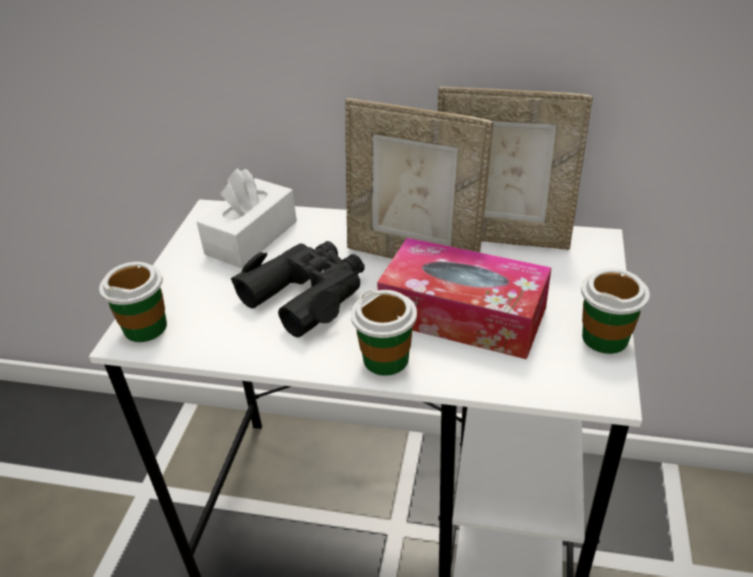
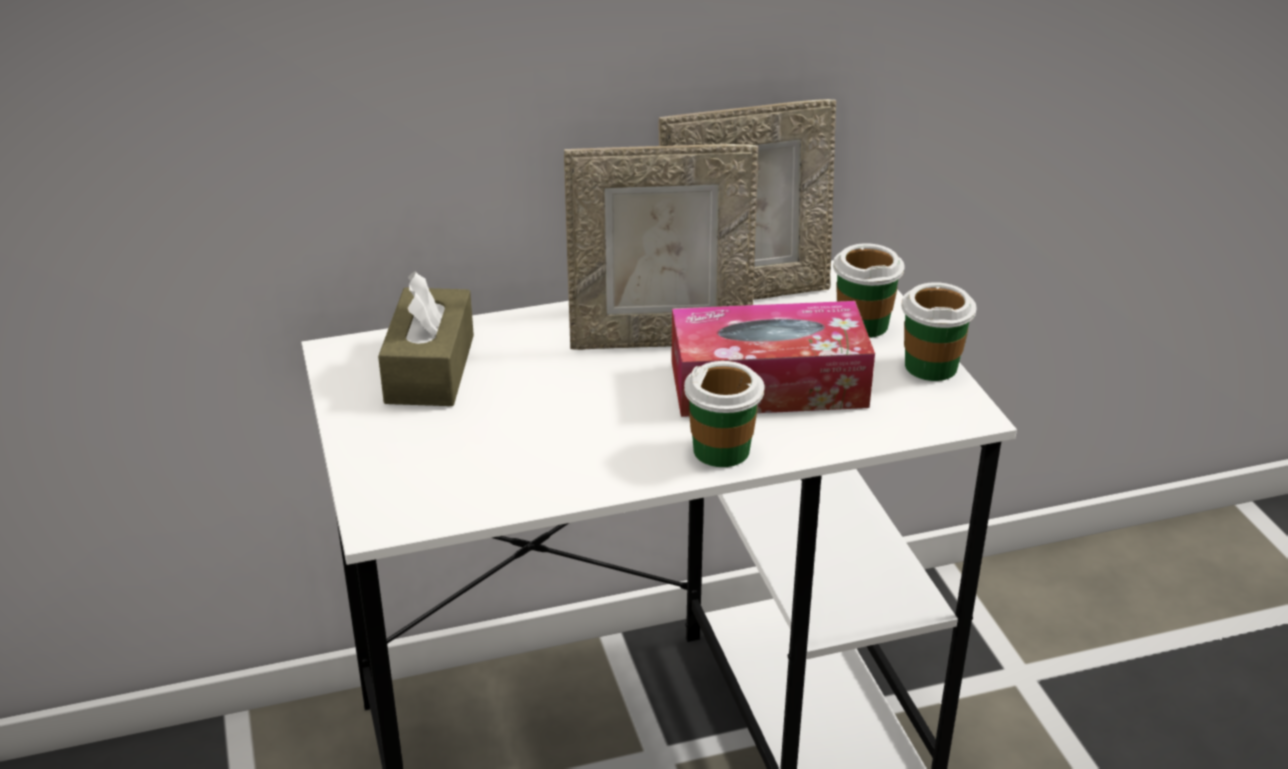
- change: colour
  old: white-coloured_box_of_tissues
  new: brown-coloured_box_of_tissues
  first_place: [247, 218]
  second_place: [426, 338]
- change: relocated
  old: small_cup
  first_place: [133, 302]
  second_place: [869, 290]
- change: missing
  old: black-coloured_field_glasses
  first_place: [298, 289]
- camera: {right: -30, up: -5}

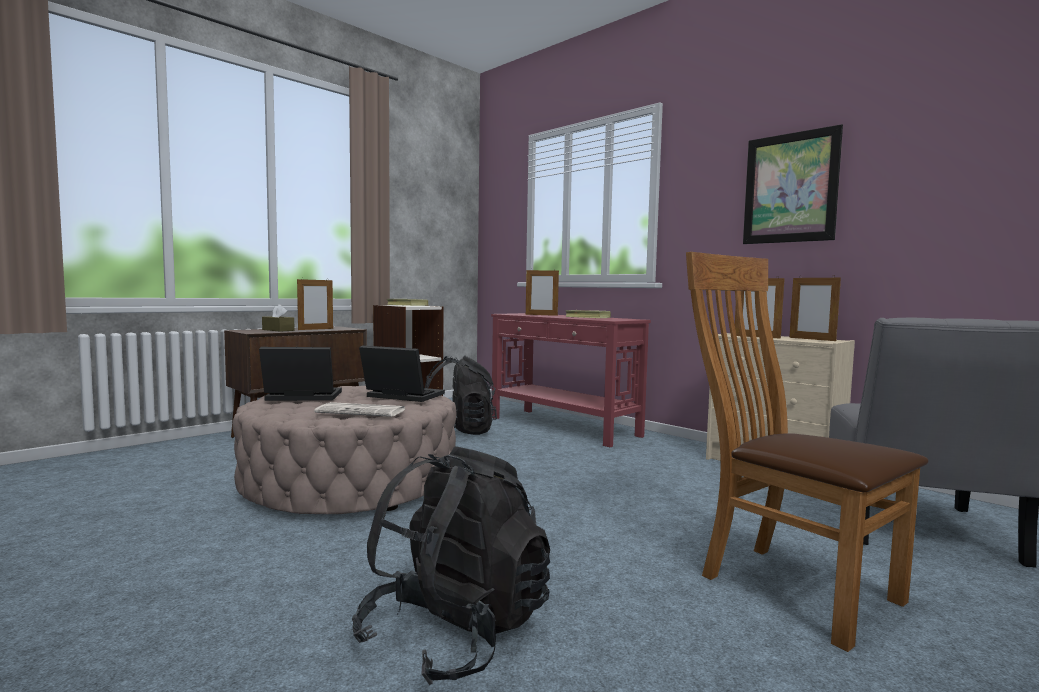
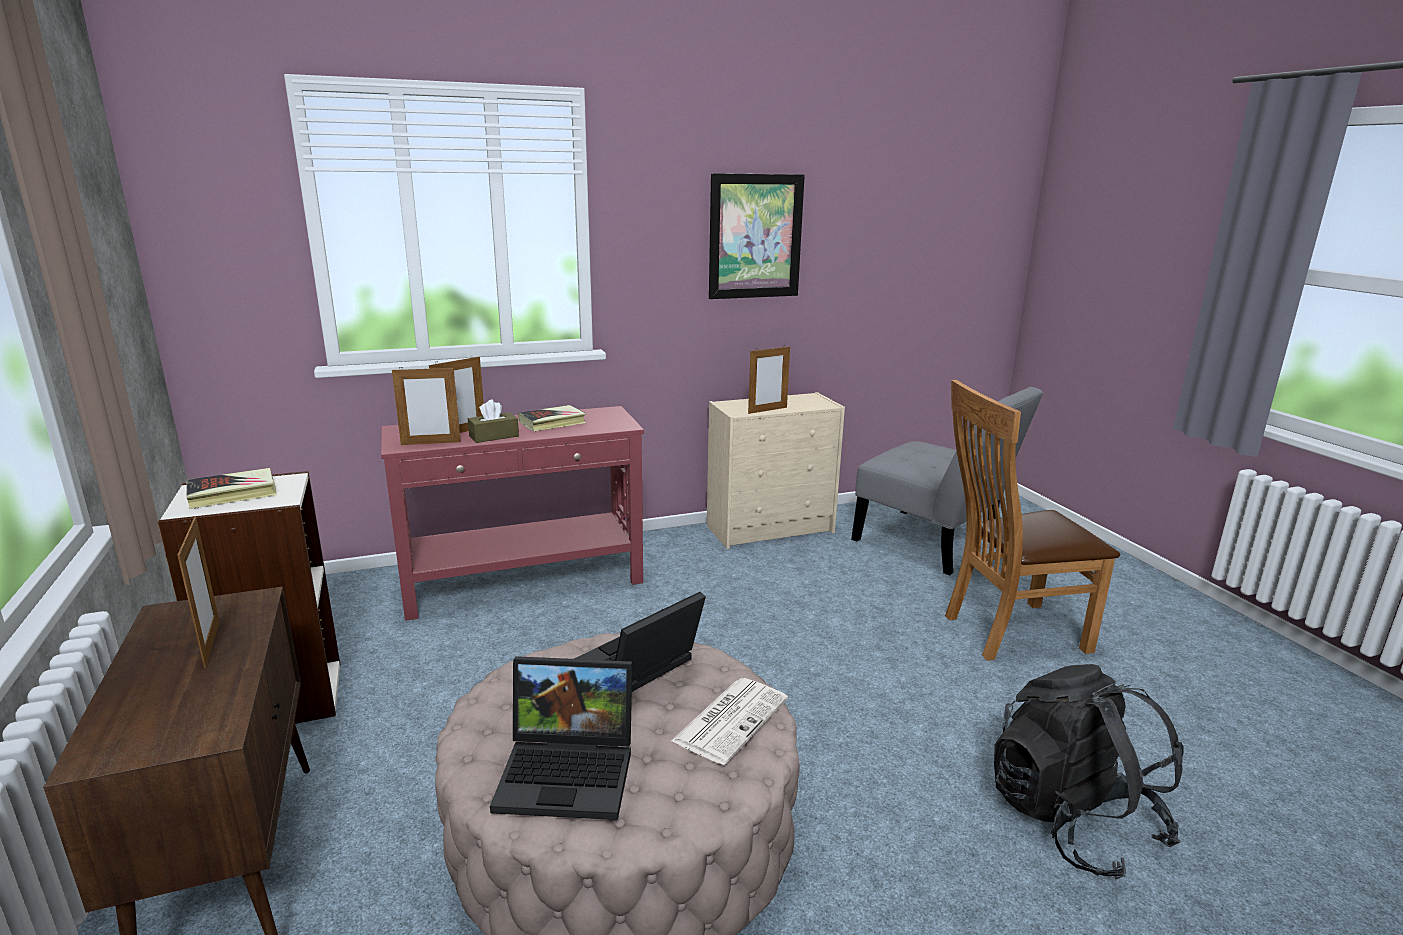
- change: relocated
  old: photo_frame
  first_place: [815, 308]
  second_place: [426, 405]
- change: relocated
  old: brown-coloured_box_of_tissues
  first_place: [278, 318]
  second_place: [493, 421]
- change: spun
  old: portable_computer
  first_place: [300, 374]
  second_place: [561, 738]
  degrees: -105
- change: missing
  old: black-coloured_rucksack
  first_place: [461, 395]
- camera: {right: -65, up: 15}

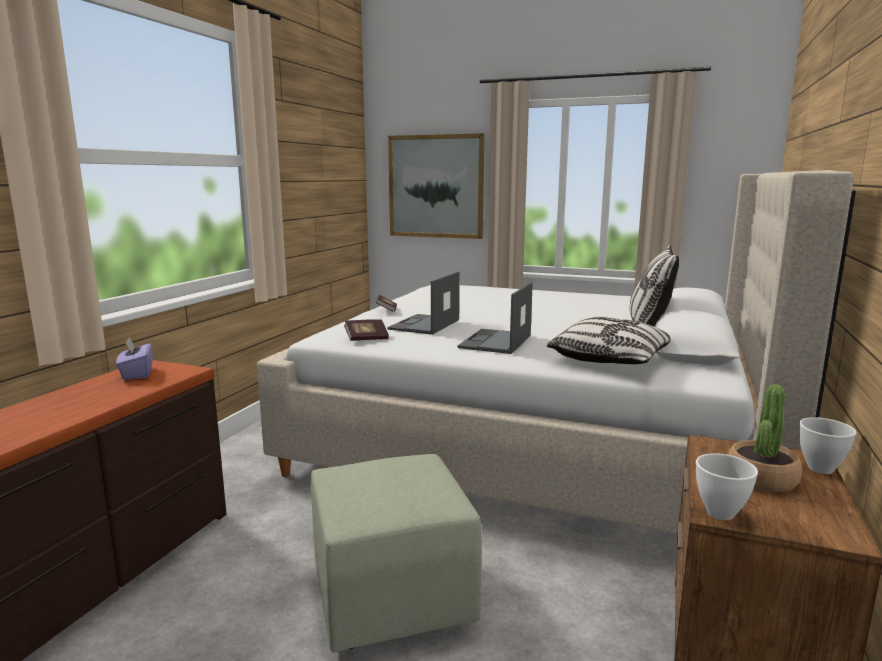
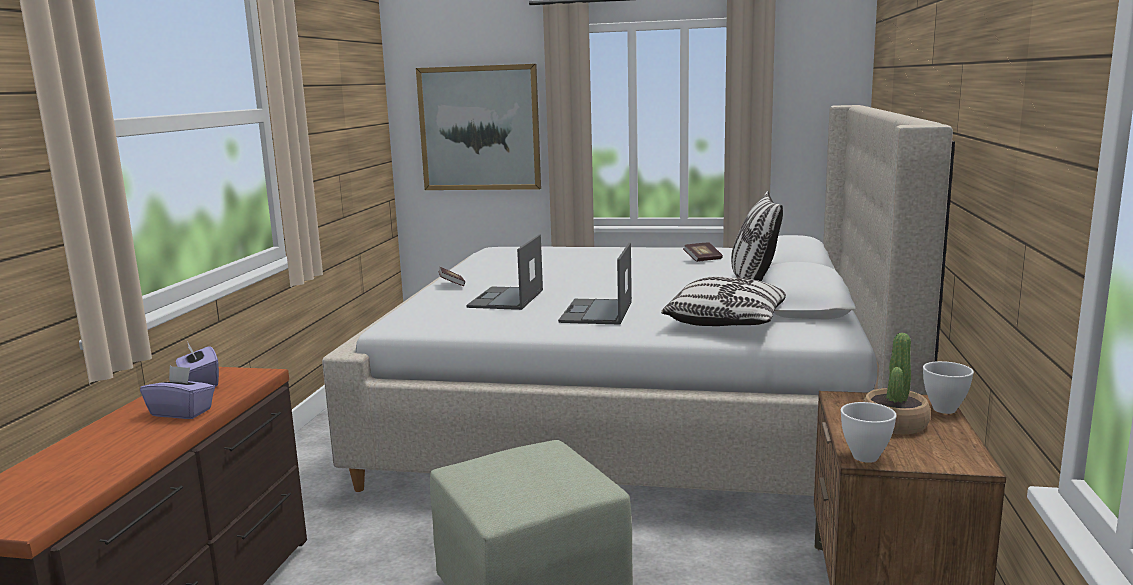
- change: appeared
  new: purple_box_of_tissues
  second_place: [177, 392]
- change: relocated
  old: book
  first_place: [366, 330]
  second_place: [703, 252]
- camera: {right: -10, up: 0}

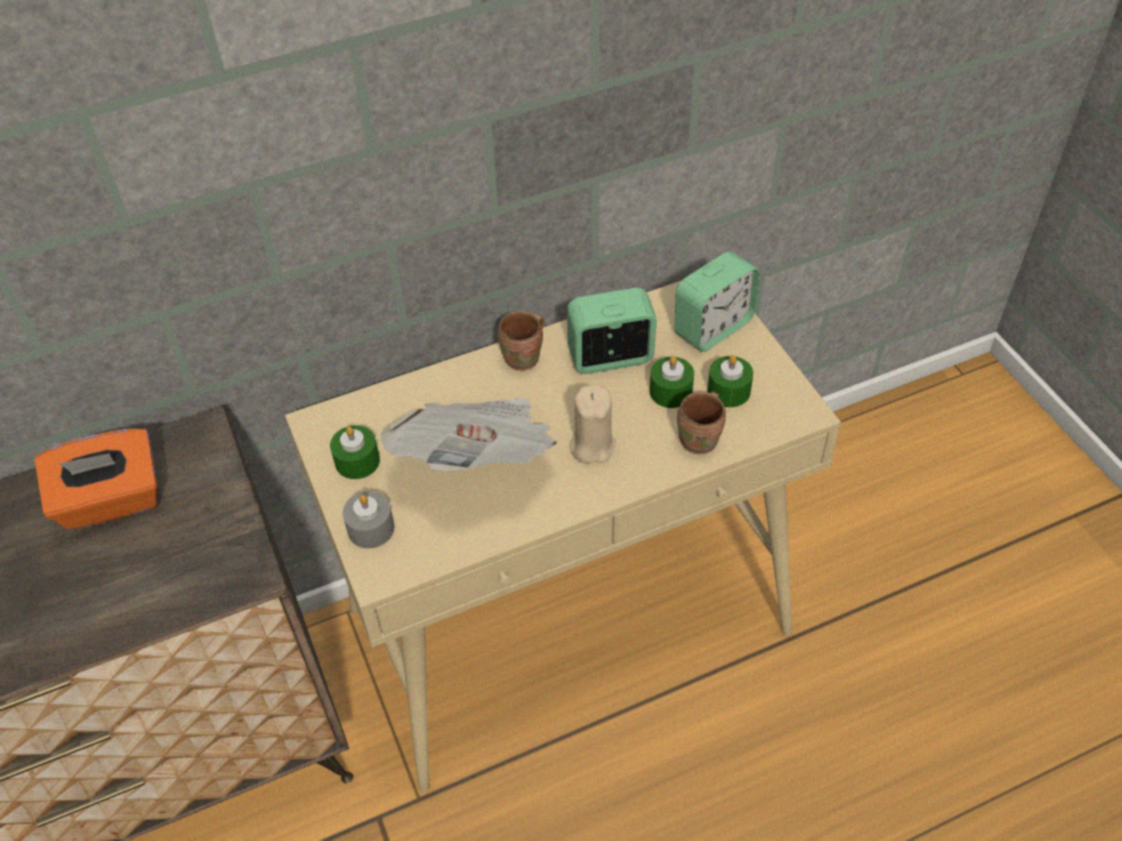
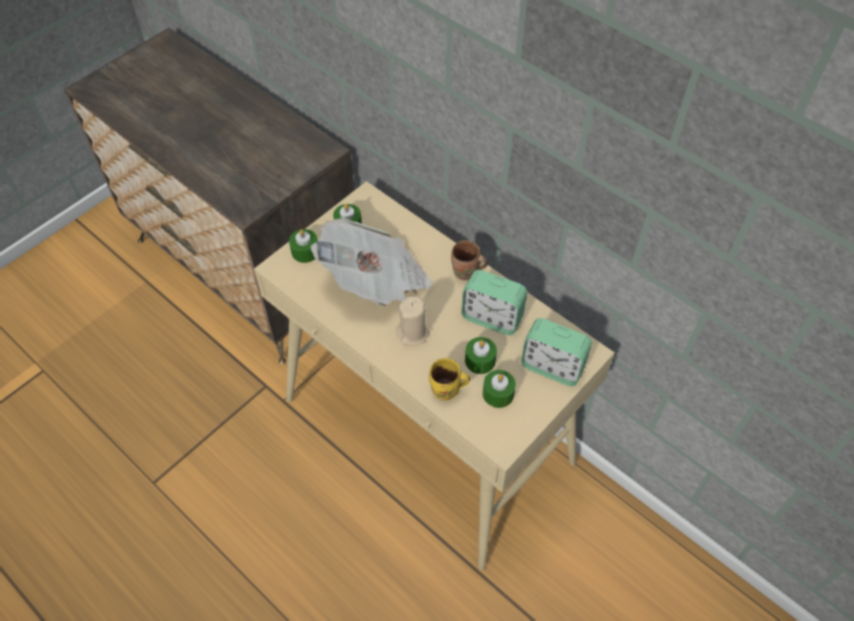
- change: colour
  old: gray_wax_candle
  new: green_wax_candle
  first_place: [369, 520]
  second_place: [303, 246]
- change: colour
  old: brown-coloured_tea_mug
  new: yellow_tea_mug
  first_place: [701, 422]
  second_place: [449, 379]
- change: spun
  old: bedside_clock
  first_place: [612, 331]
  second_place: [494, 302]
  degrees: 150
- change: missing
  old: orange_box_of_tissues
  first_place: [95, 479]
- camera: {right: 65, up: 5}

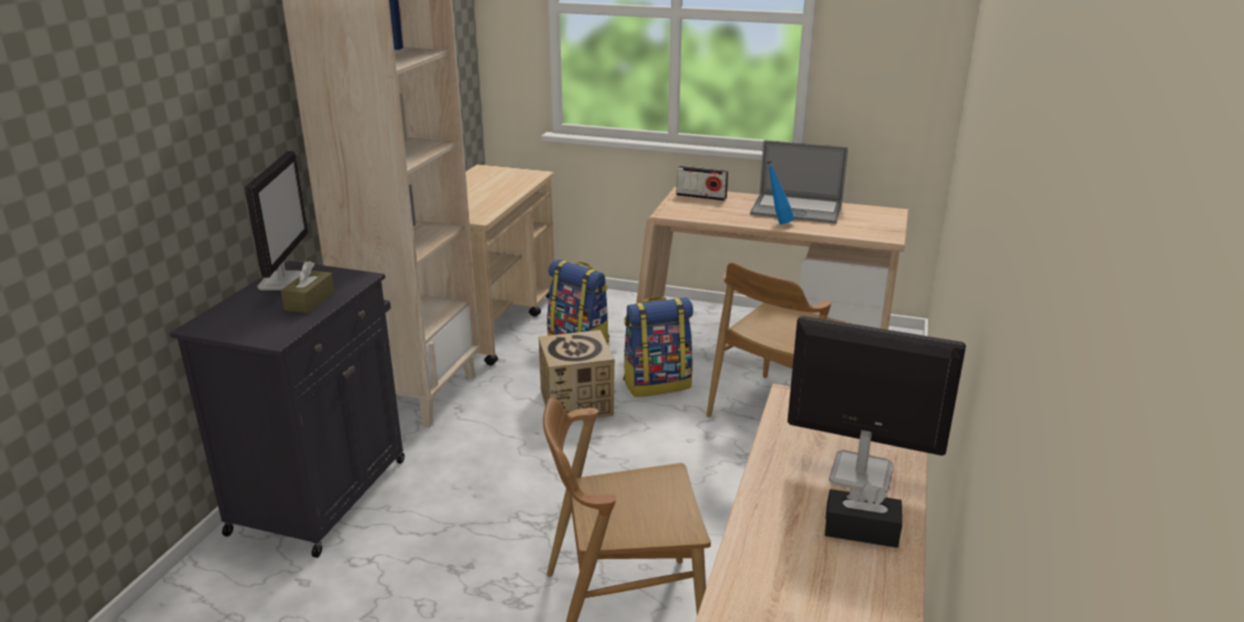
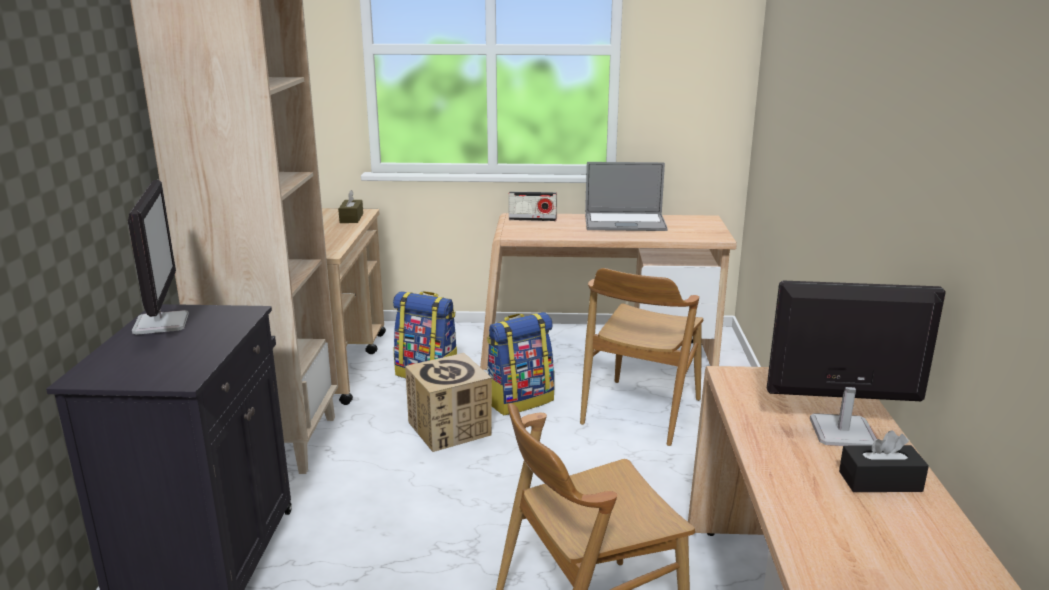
- change: relocated
  old: brown-coloured_box_of_tissues
  first_place: [308, 287]
  second_place: [350, 206]
- change: missing
  old: blue_drink_bottle
  first_place: [780, 192]
- camera: {right: -15, up: -5}

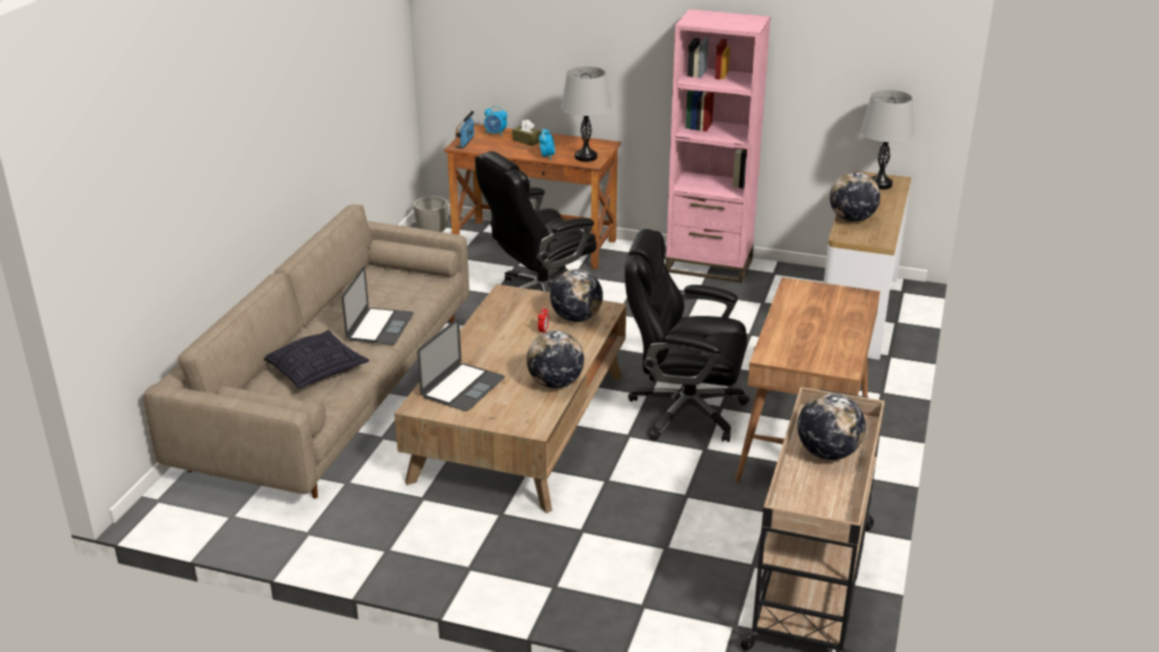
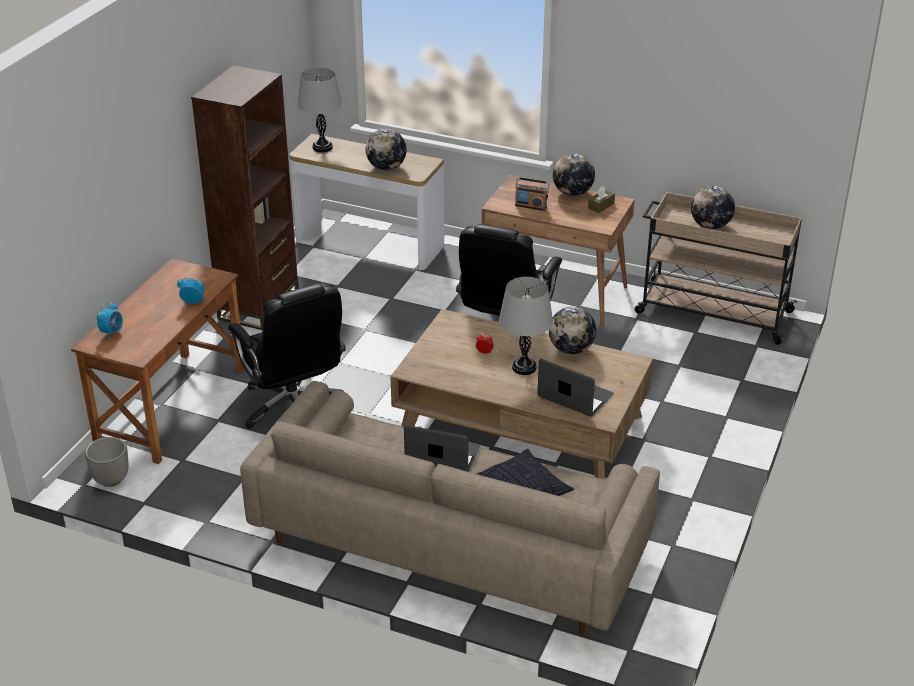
- change: colour
  old: pinkish_shelving_unit
  new: brown-coloured_shelving_unit
  first_place: [718, 146]
  second_place: [245, 197]
- change: relocated
  old: gray_table_lamp
  first_place: [586, 114]
  second_place: [526, 326]
- change: relocated
  old: radio_set
  first_place: [465, 129]
  second_place: [532, 194]
- change: relocated
  old: desk_globe
  first_place: [576, 295]
  second_place: [574, 174]
- change: relocated
  old: brown-coloured_box_of_tissues
  first_place: [526, 132]
  second_place: [601, 199]
- camera: {right: -85, up: 5}

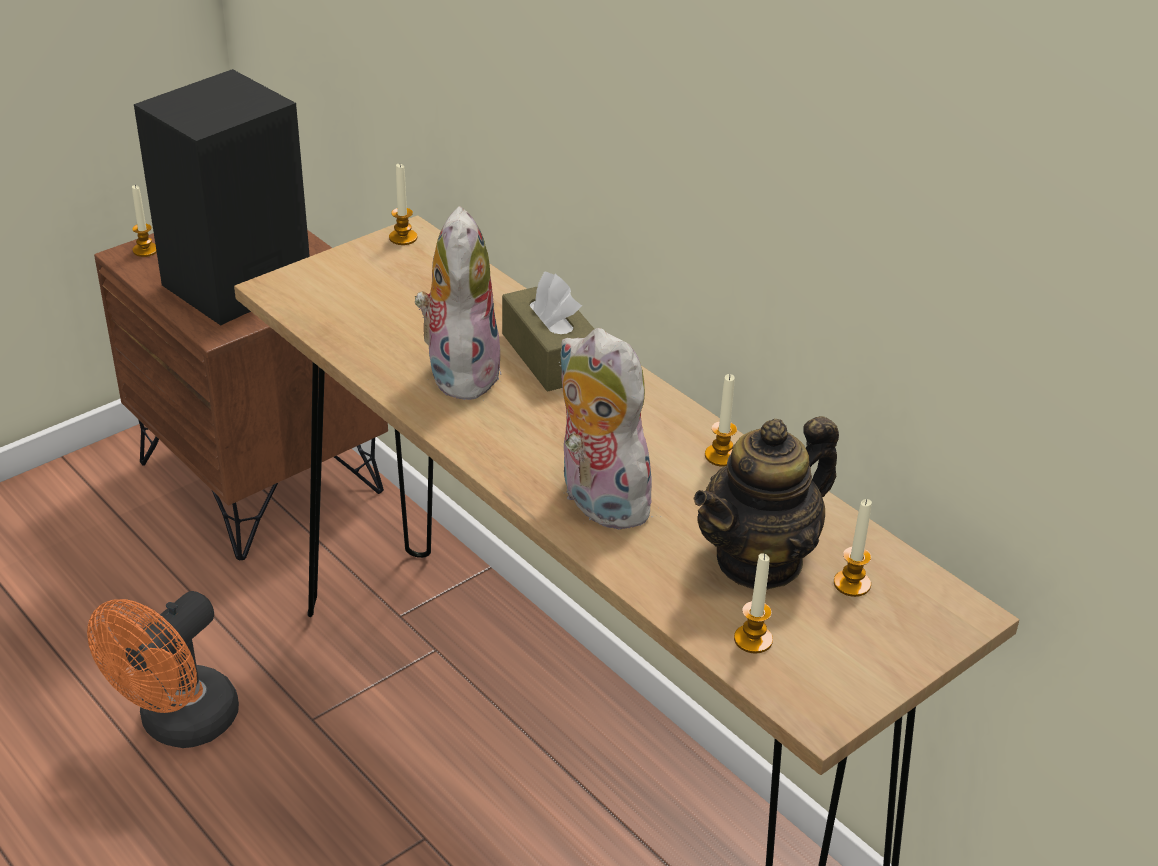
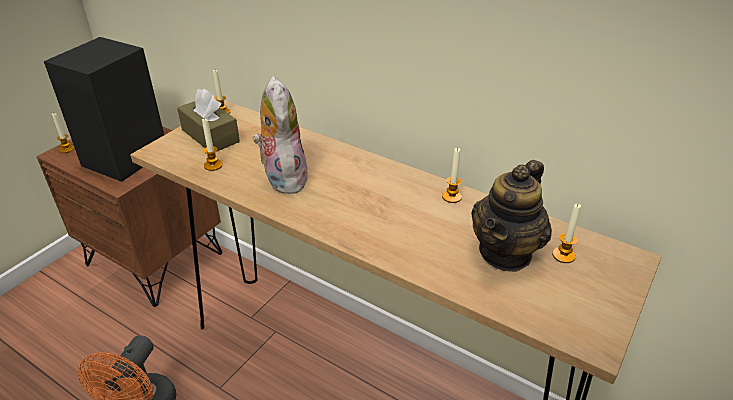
- change: relocated
  old: brown-coloured_box_of_tissues
  first_place: [548, 331]
  second_place: [208, 120]
- change: relocated
  old: wax_candle
  first_place: [753, 603]
  second_place: [212, 144]
- change: missing
  old: plush_toy
  first_place: [610, 429]
- camera: {right: -15, up: 0}

